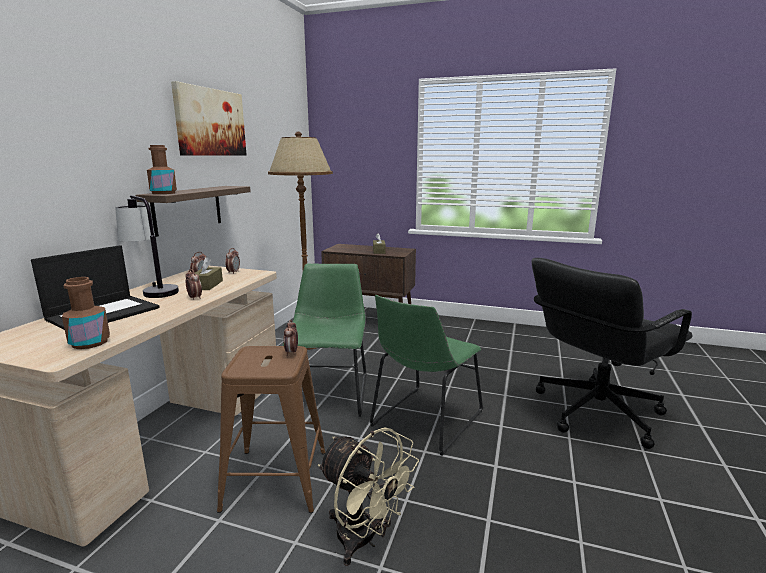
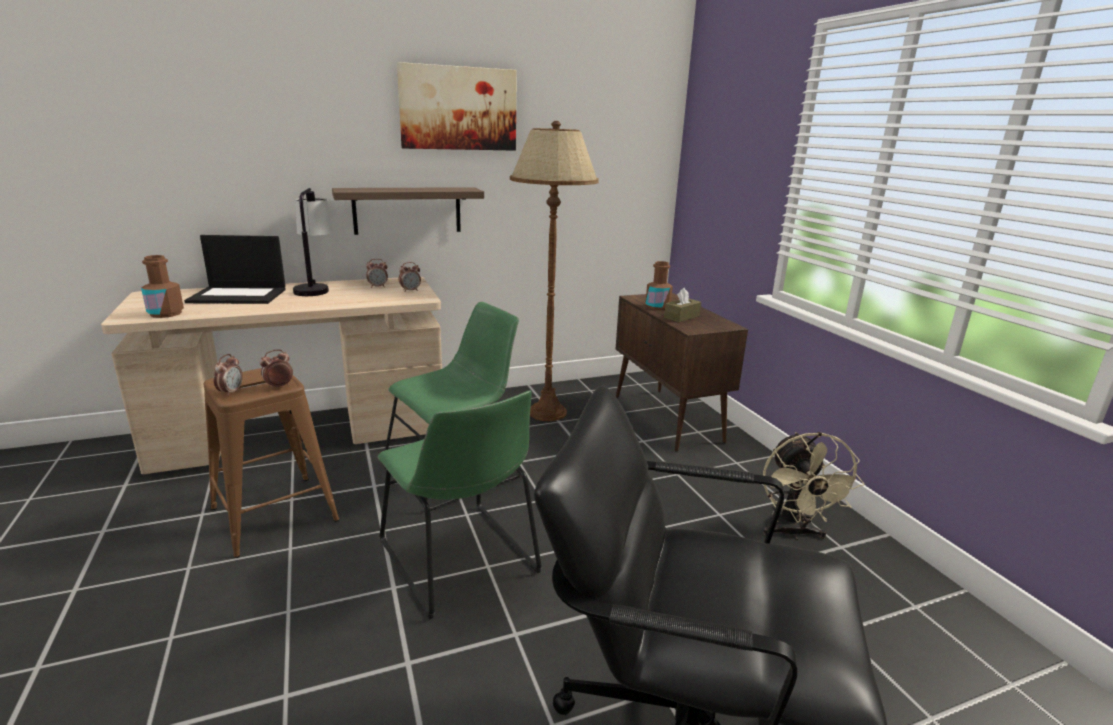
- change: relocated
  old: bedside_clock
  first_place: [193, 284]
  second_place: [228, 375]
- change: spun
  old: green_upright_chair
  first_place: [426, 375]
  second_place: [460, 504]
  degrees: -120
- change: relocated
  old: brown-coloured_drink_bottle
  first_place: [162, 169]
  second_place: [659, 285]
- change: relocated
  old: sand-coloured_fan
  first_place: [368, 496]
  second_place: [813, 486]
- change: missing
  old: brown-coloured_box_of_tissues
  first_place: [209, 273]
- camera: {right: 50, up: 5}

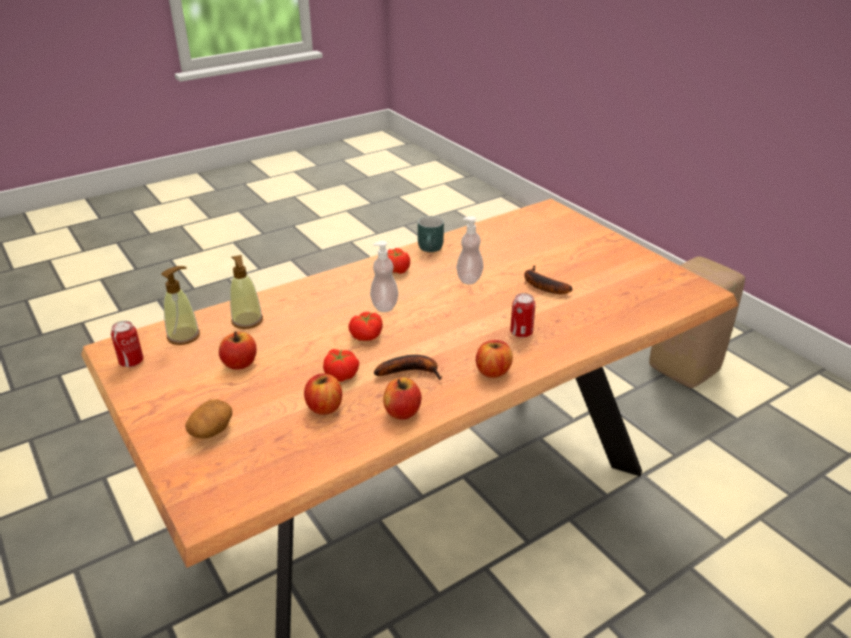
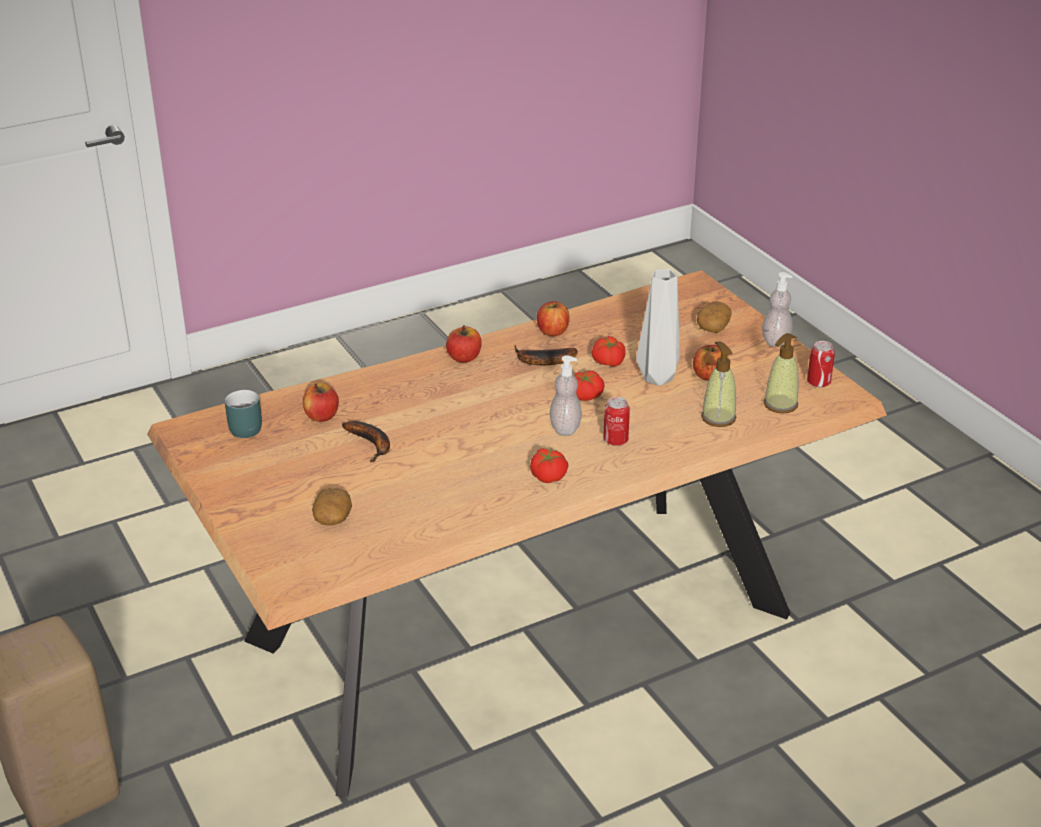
- change: relocated
  old: turquoise-coloured_tea_mug
  first_place: [431, 234]
  second_place: [243, 414]
- change: relocated
  old: apple
  first_place: [323, 394]
  second_place: [321, 402]
- change: appeared
  new: potato
  second_place: [332, 506]
- change: relocated
  old: sealed_can
  first_place: [522, 315]
  second_place: [616, 421]
- change: appeared
  new: gray_vase
  second_place: [658, 327]
- change: relocated
  old: soap_bottle
  first_place: [470, 250]
  second_place: [777, 309]
- camera: {right: -175, up: 0}

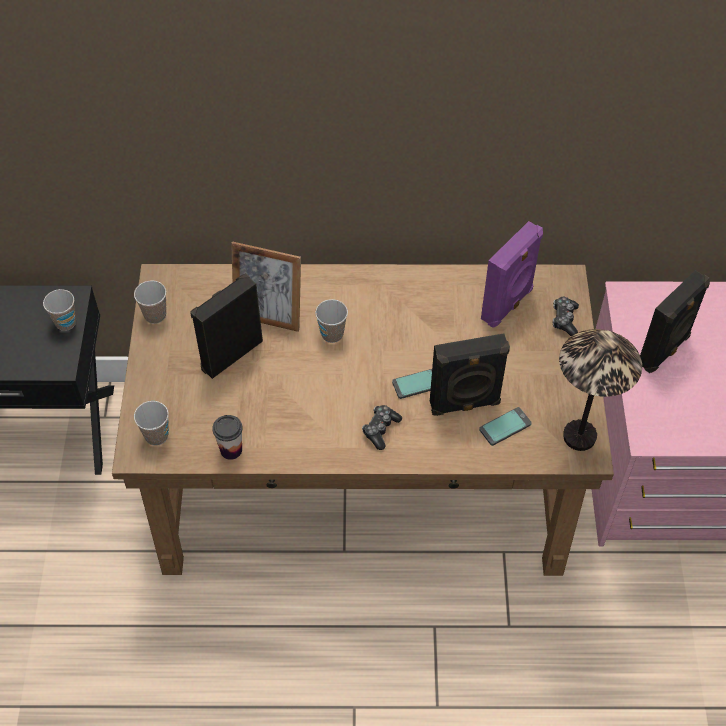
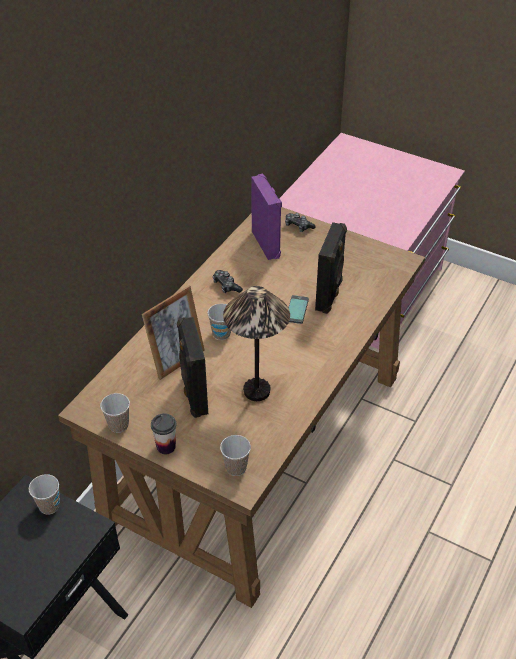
- change: relocated
  old: small_cup
  first_place: [227, 437]
  second_place: [164, 433]
- change: relocated
  old: joypad
  first_place: [382, 427]
  second_place: [228, 281]
- change: relocated
  old: table_lamp
  first_place: [600, 390]
  second_place: [256, 343]
- change: missing
  old: telephone
  first_place: [505, 426]
- change: missing
  old: black-coloured_audio_speaker
  first_place: [675, 321]
- camera: {right: -60, up: -10}

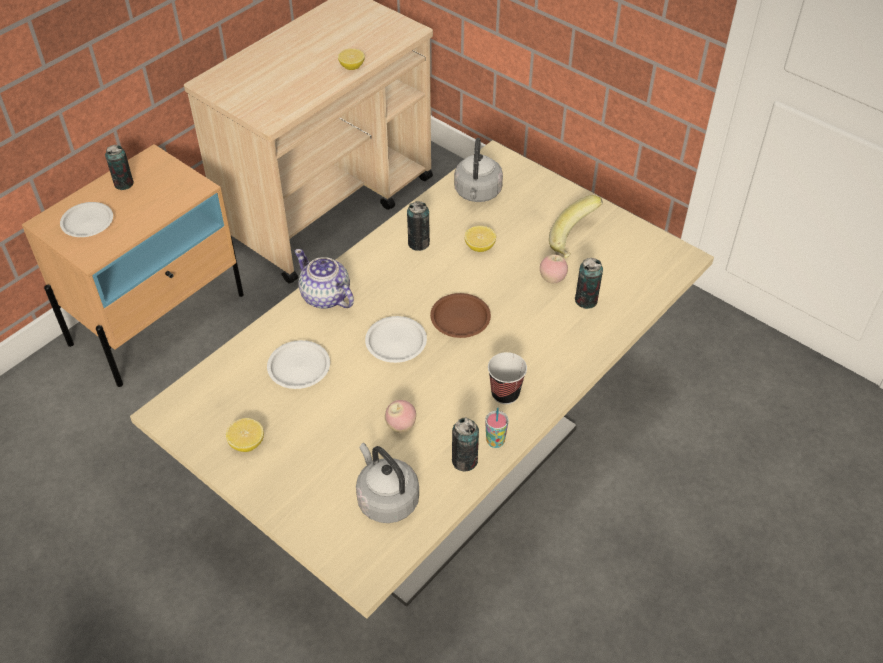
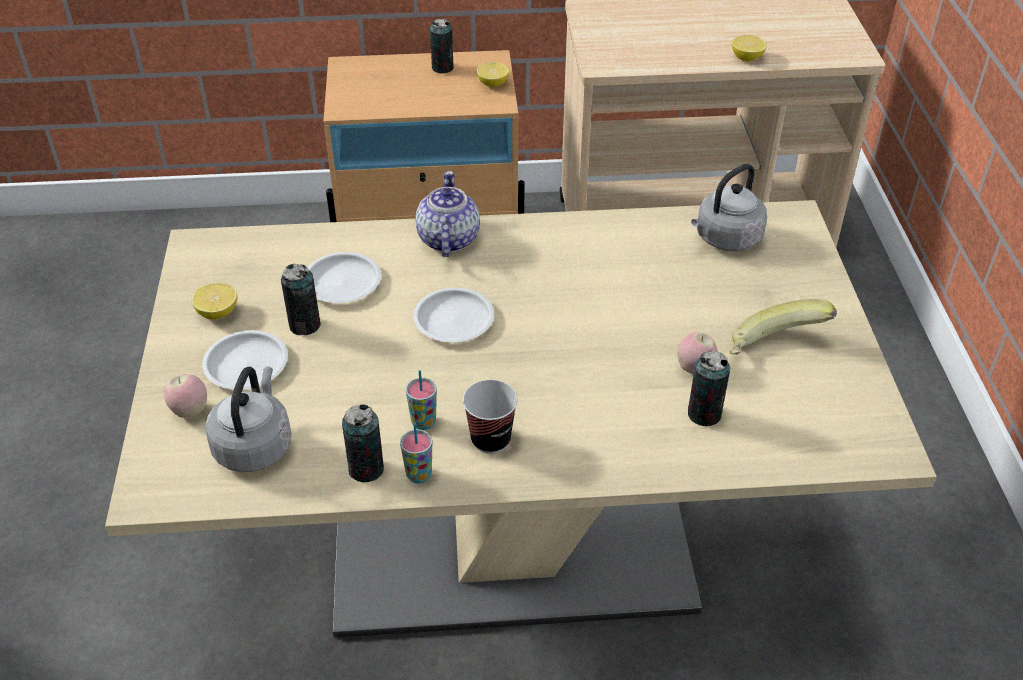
- change: relocated
  old: apple
  first_place: [400, 416]
  second_place: [185, 396]
- change: relocated
  old: white-coloured_flat_dish
  first_place: [86, 219]
  second_place: [245, 359]
- change: relocated
  old: sealed_can
  first_place: [418, 226]
  second_place: [301, 299]
- change: appeared
  new: small_cup
  second_place: [421, 400]
- change: relocated
  old: whole_lemon
  first_place: [480, 239]
  second_place: [493, 74]
- change: missing
  old: brown-coloured_flat_dish
  first_place: [460, 315]
- camera: {right: 45, up: -5}

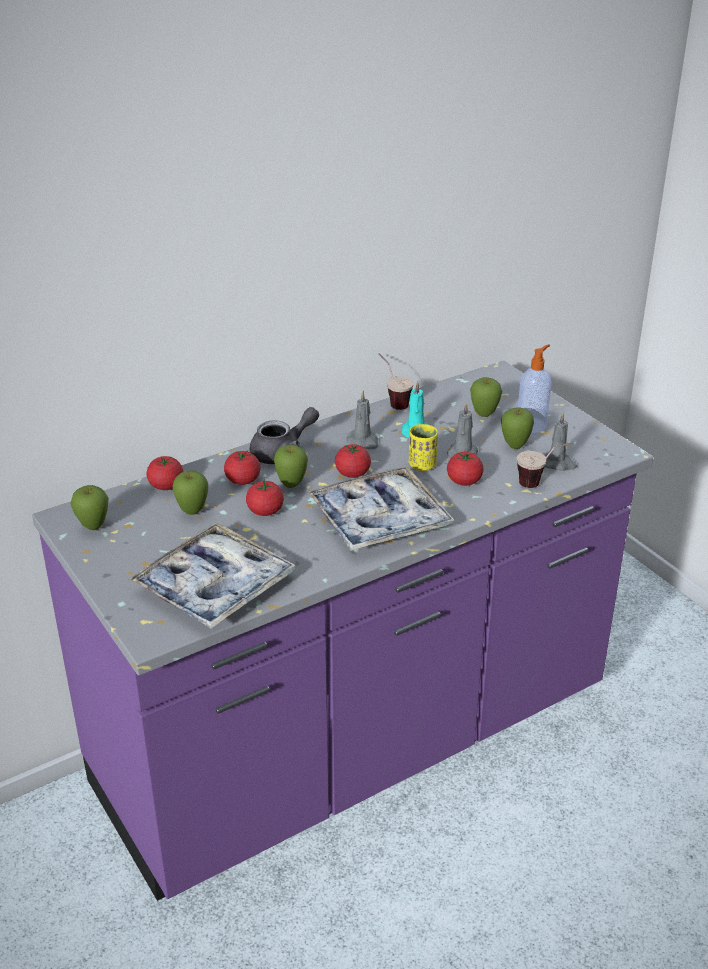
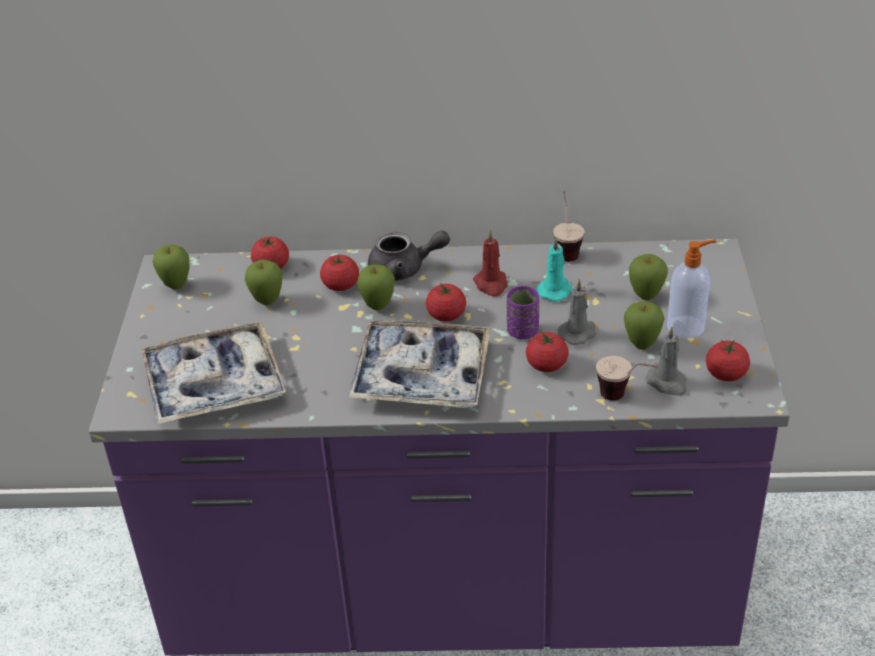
- change: colour
  old: gray_wax_candle
  new: reddish_wax_candle
  first_place: [362, 420]
  second_place: [490, 263]
- change: colour
  old: yellow_small_cup
  new: purple_small_cup
  first_place: [423, 447]
  second_place: [523, 312]
- change: relocated
  old: fresh_tomato
  first_place: [265, 497]
  second_place: [728, 360]
- camera: {right: 35, up: 5}

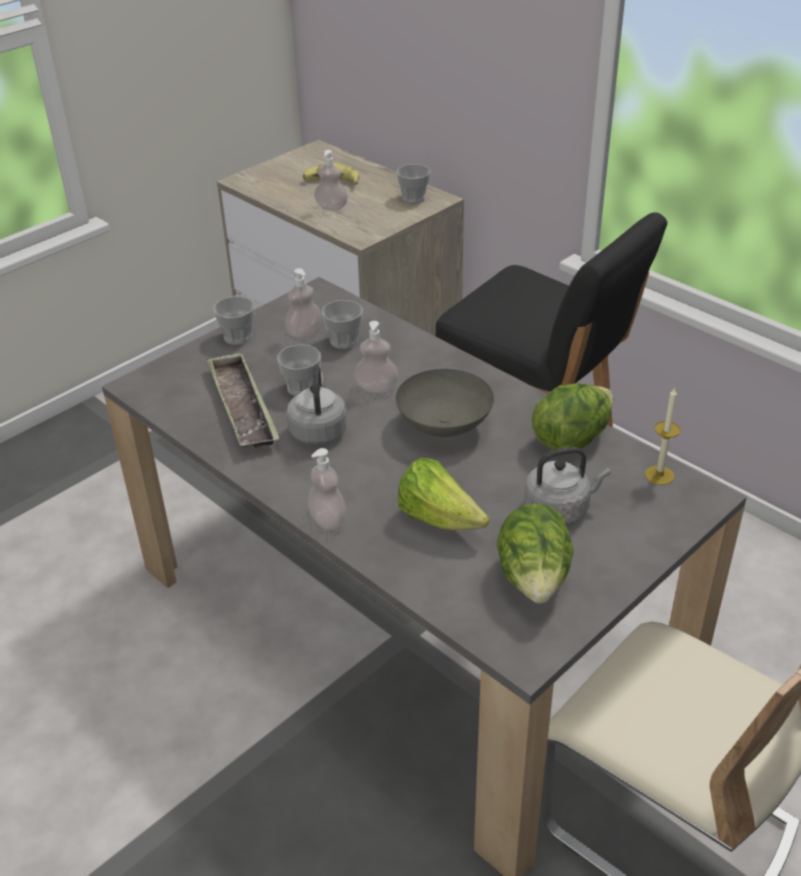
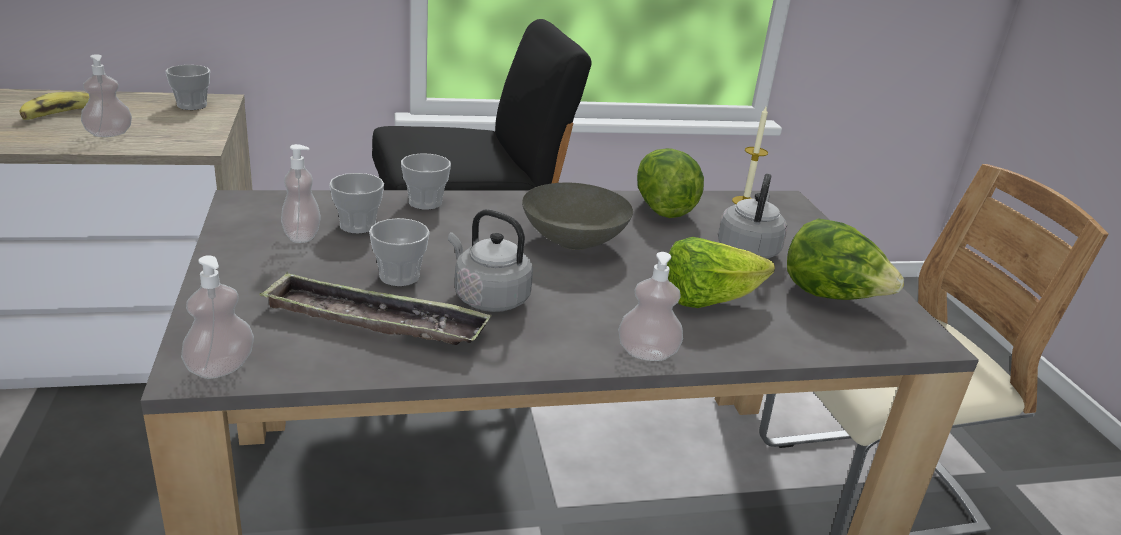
- change: relocated
  old: soap_bottle
  first_place: [376, 357]
  second_place: [217, 317]
- change: relocated
  old: small_cup
  first_place: [234, 320]
  second_place: [426, 182]
- camera: {right: -60, up: -10}

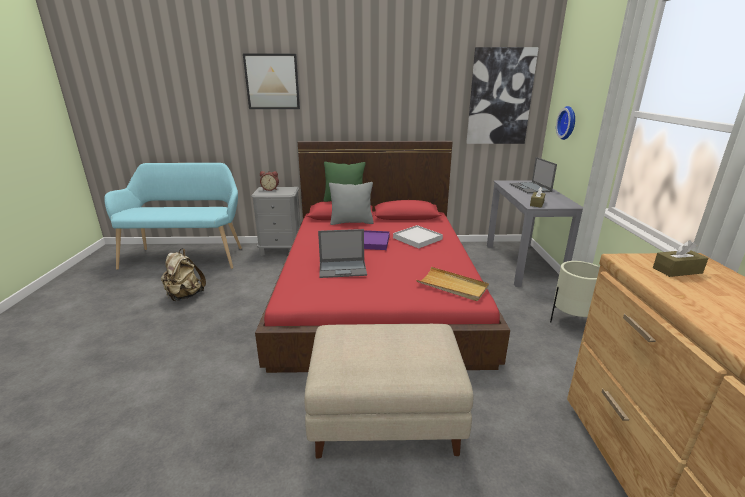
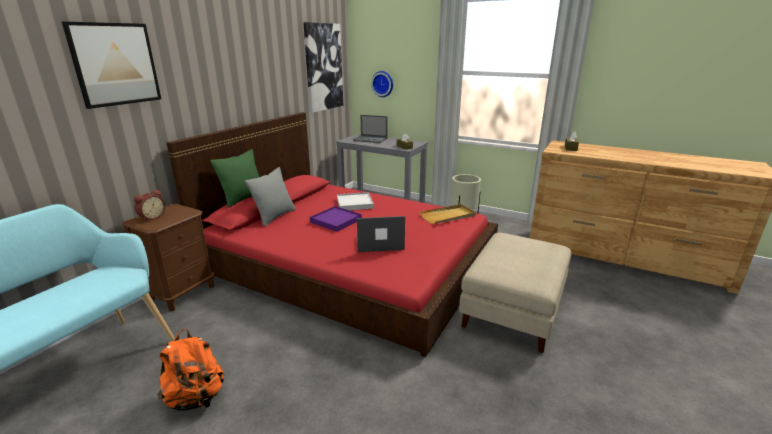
- change: colour
  old: gray_night_table
  new: brown-coloured_night_table
  first_place: [276, 221]
  second_place: [168, 257]
- change: colour
  old: sand-coloured_rucksack
  new: orange_rucksack
  first_place: [183, 275]
  second_place: [190, 369]
- change: spun
  old: portable_computer
  first_place: [342, 253]
  second_place: [380, 234]
  degrees: -120
- camera: {right: -60, up: 0}

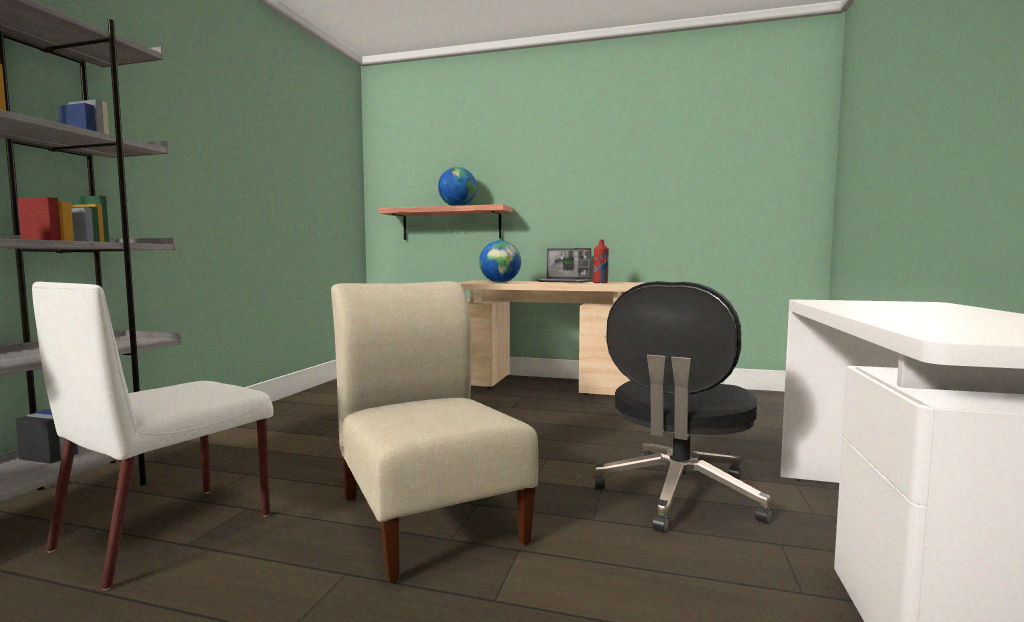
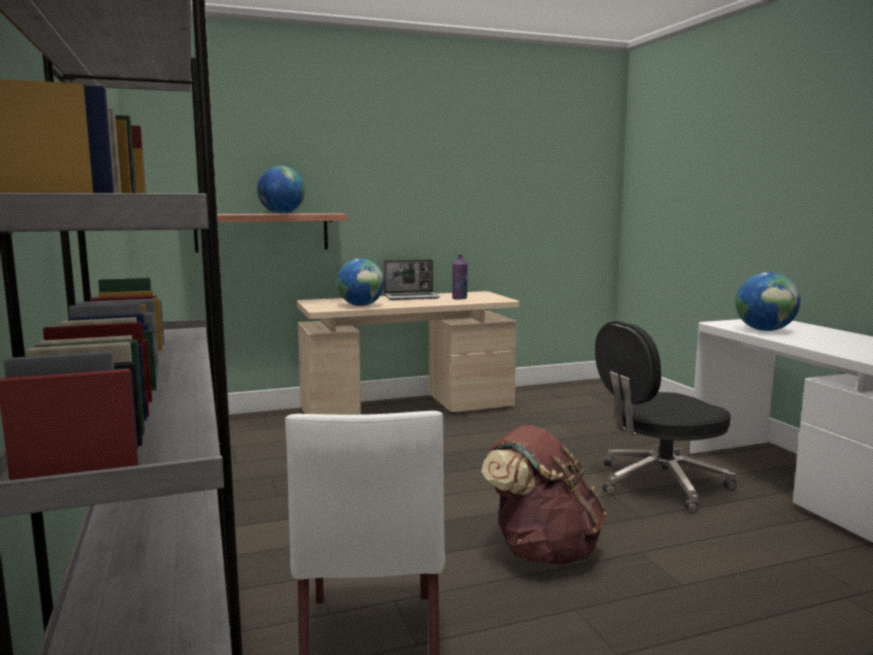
- change: colour
  old: reddish_drink_bottle
  new: purple_drink_bottle
  first_place: [601, 261]
  second_place: [459, 277]
- change: exchanged
  old: sand-coloured_upright_chair
  new: brown-coloured_rucksack
  first_place: [434, 432]
  second_place: [544, 495]
- change: spun
  old: black-coloured_office_chair
  first_place: [683, 407]
  second_place: [666, 417]
  degrees: 75
- change: appeared
  new: desk_globe
  second_place: [767, 301]
- camera: {right: -35, up: 5}

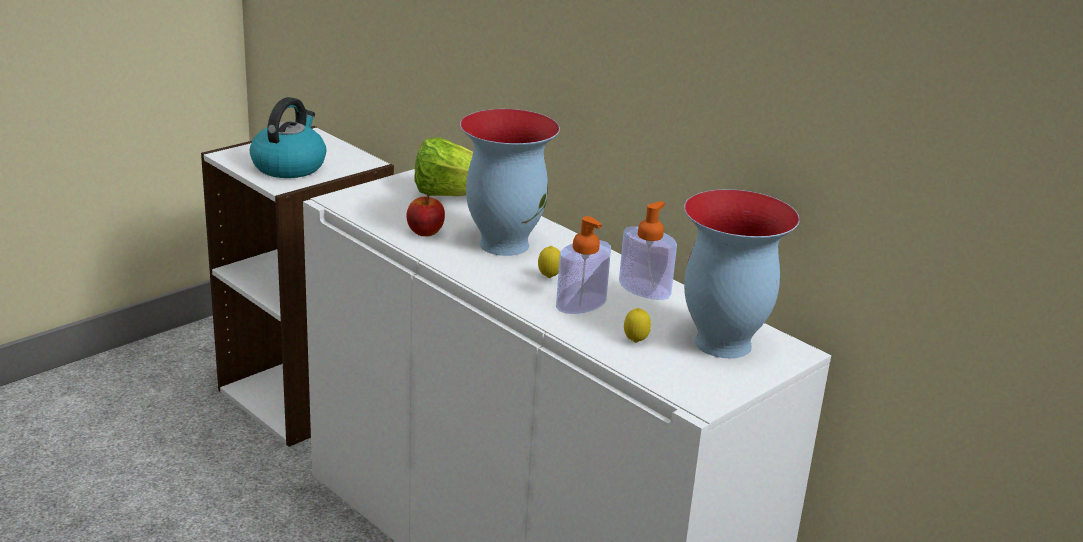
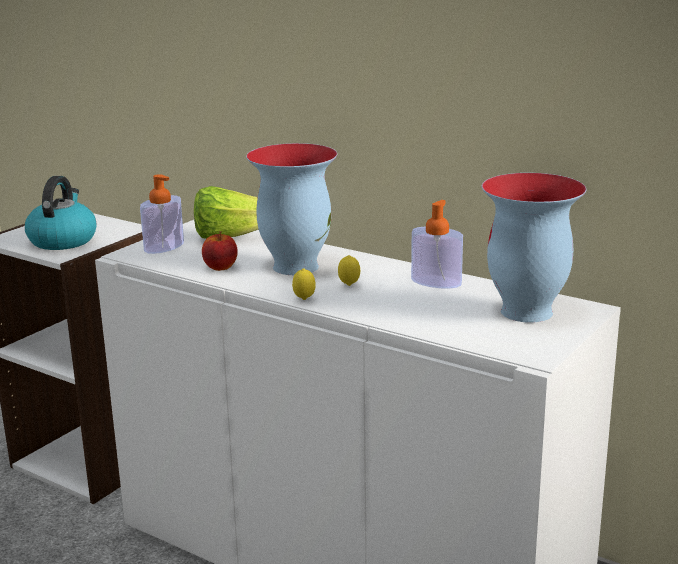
- change: relocated
  old: soap_bottle
  first_place: [583, 265]
  second_place: [162, 214]
- change: relocated
  old: whole_lemon
  first_place: [637, 325]
  second_place: [304, 284]
- camera: {right: -10, up: -5}

